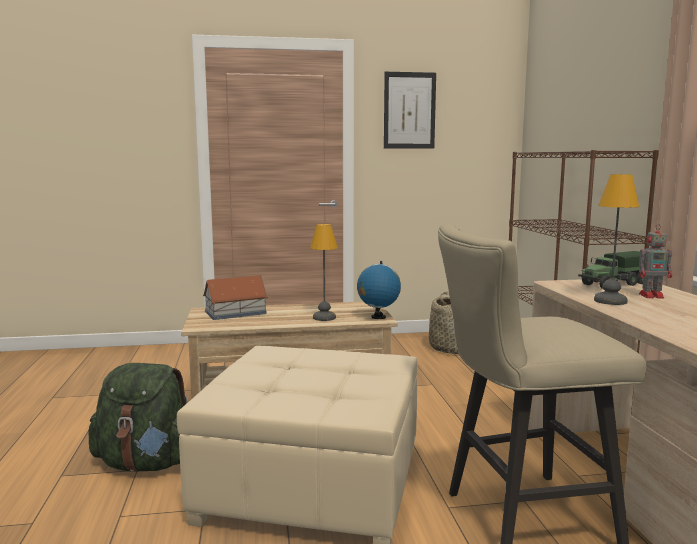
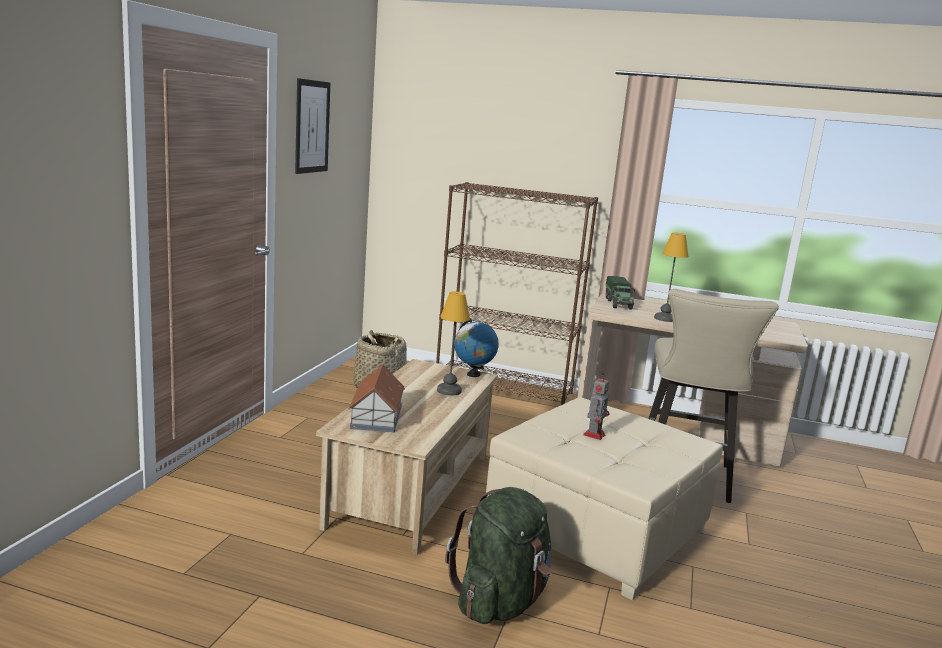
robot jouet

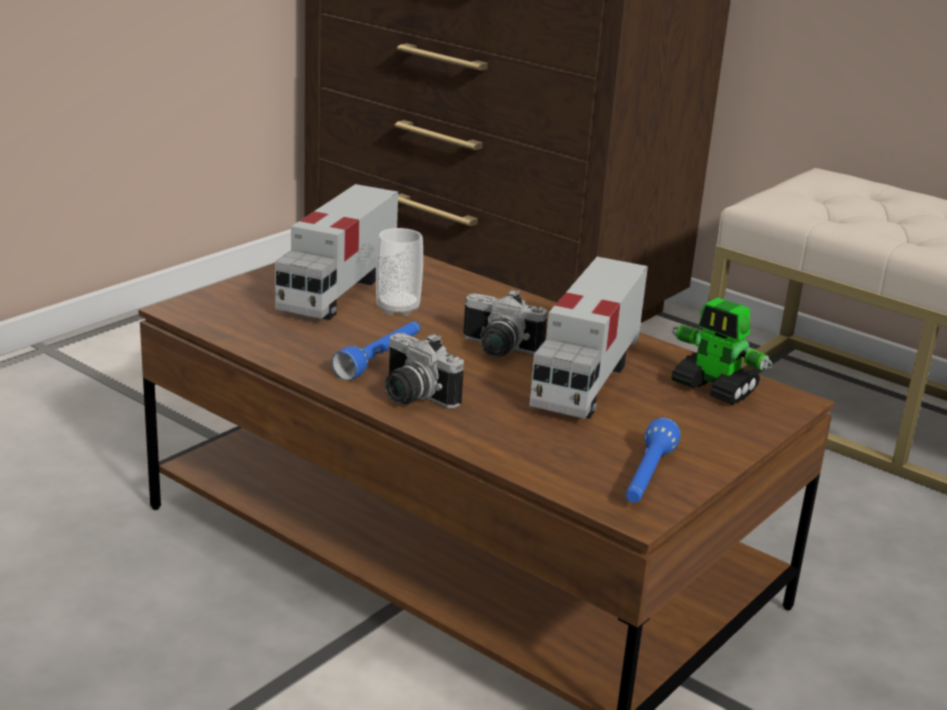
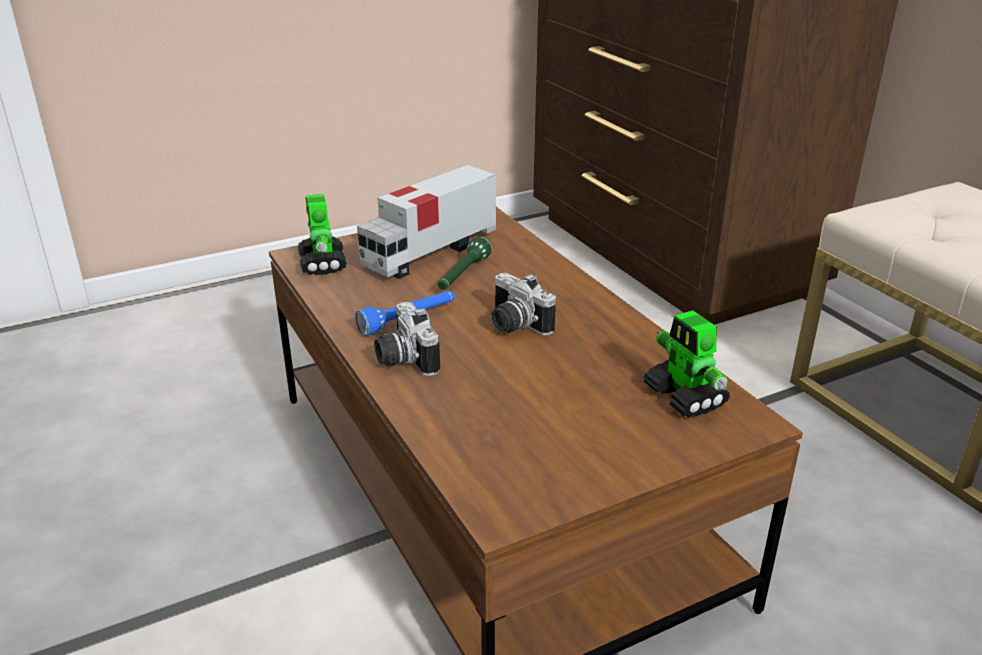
lampe de poche (vert)
camion jouet (2nd from left in the first image)
lampe de poche (bleu) (2nd from left in the first image)
robot jouet (1st from left)

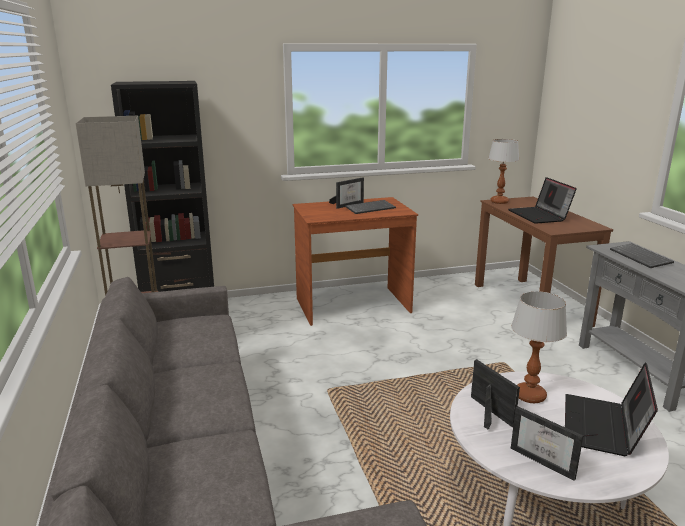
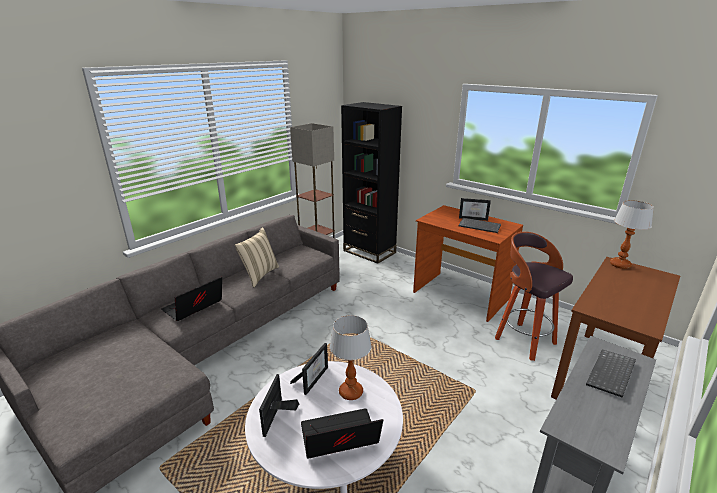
ordinateur portable (1st from left)
coussin (beige)
tabouret

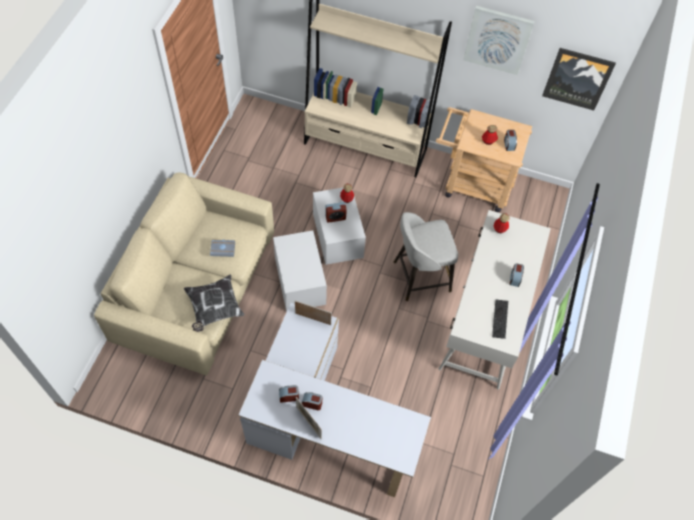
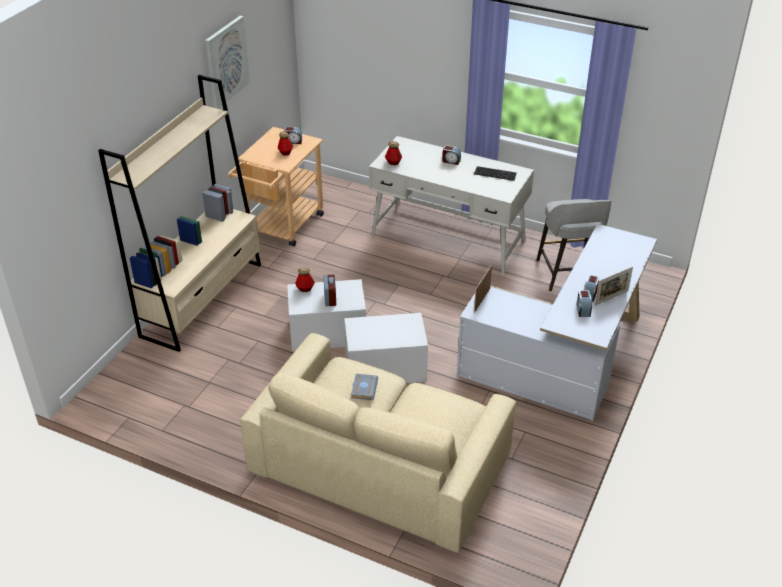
coussin
tabouret (gris)
tableau (2nd from left in the first image)

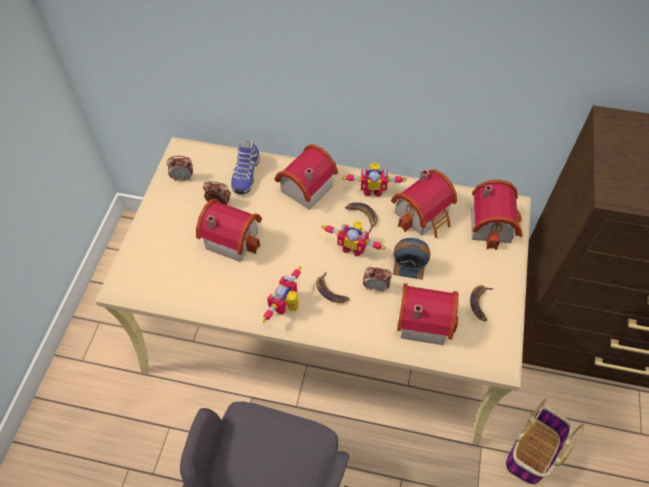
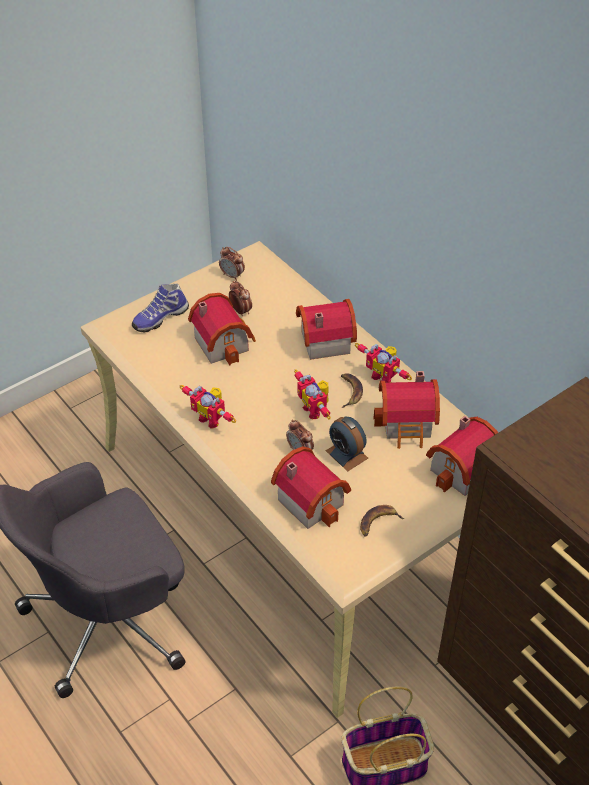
chaussure
robot jouet (1st from left)
banane (1st from left in the first image)

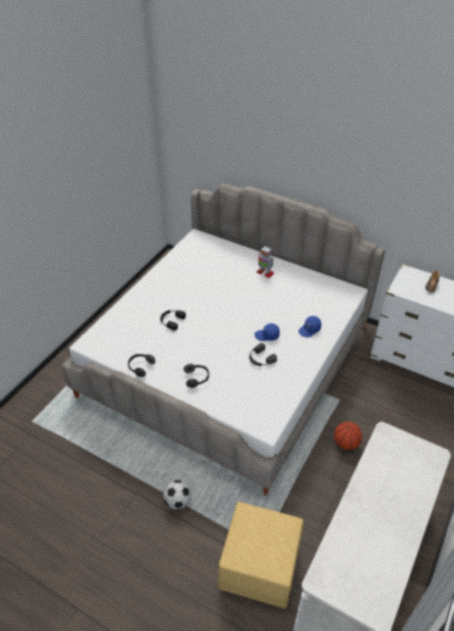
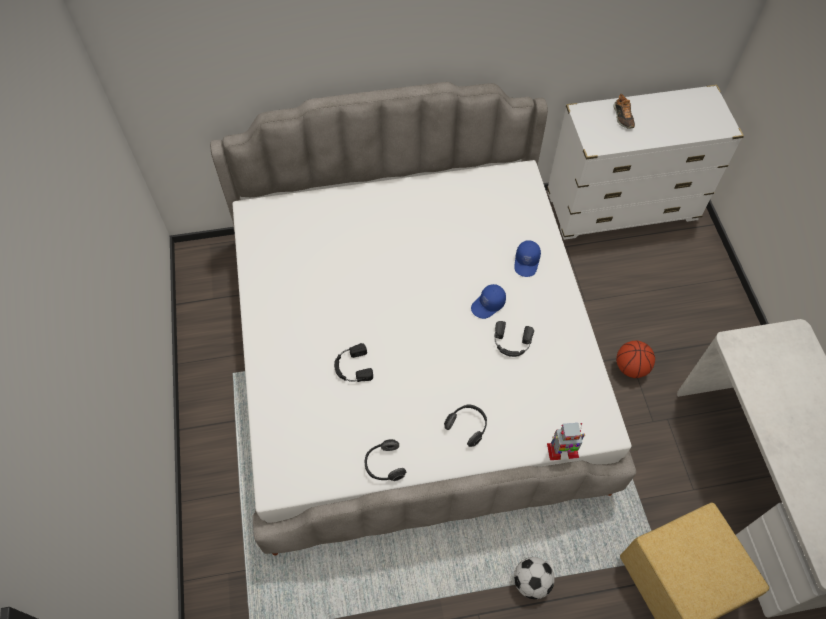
robot jouet

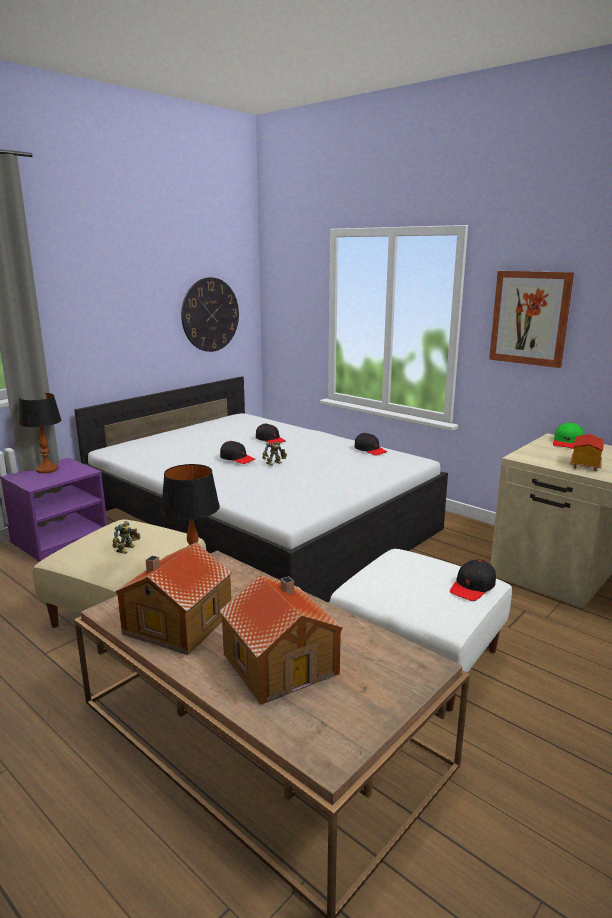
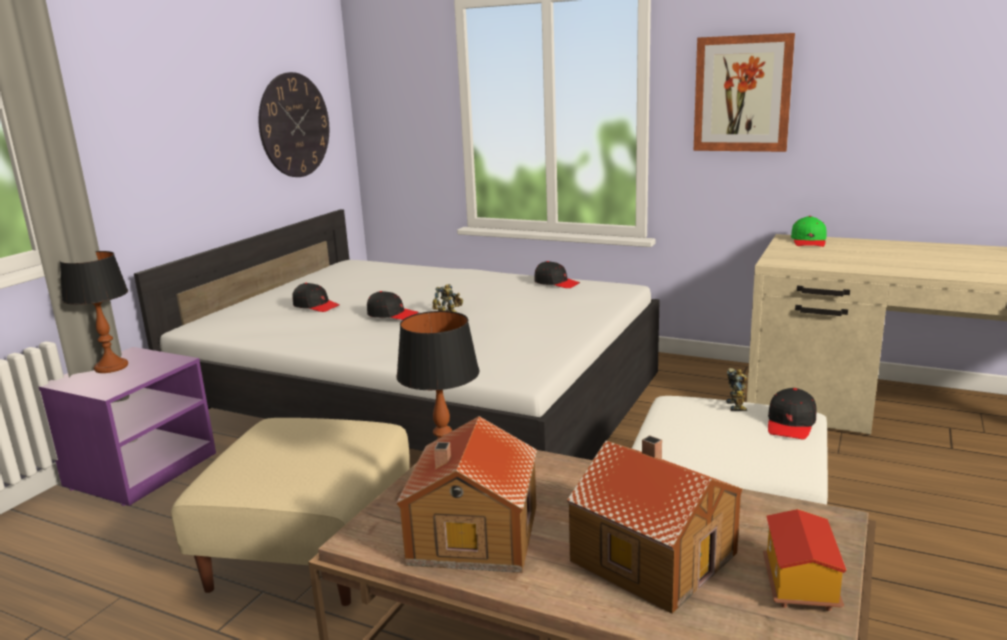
robot jouet (2nd from left)
casquette (noir) (1st from left)
maison miniature (3rd from left)

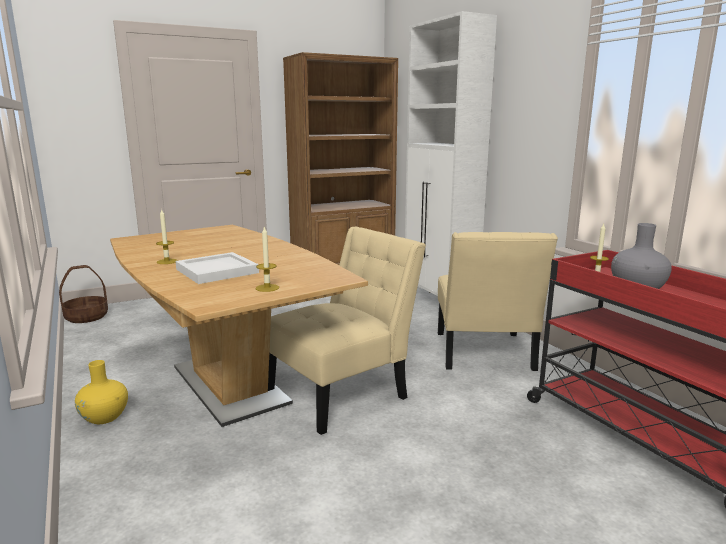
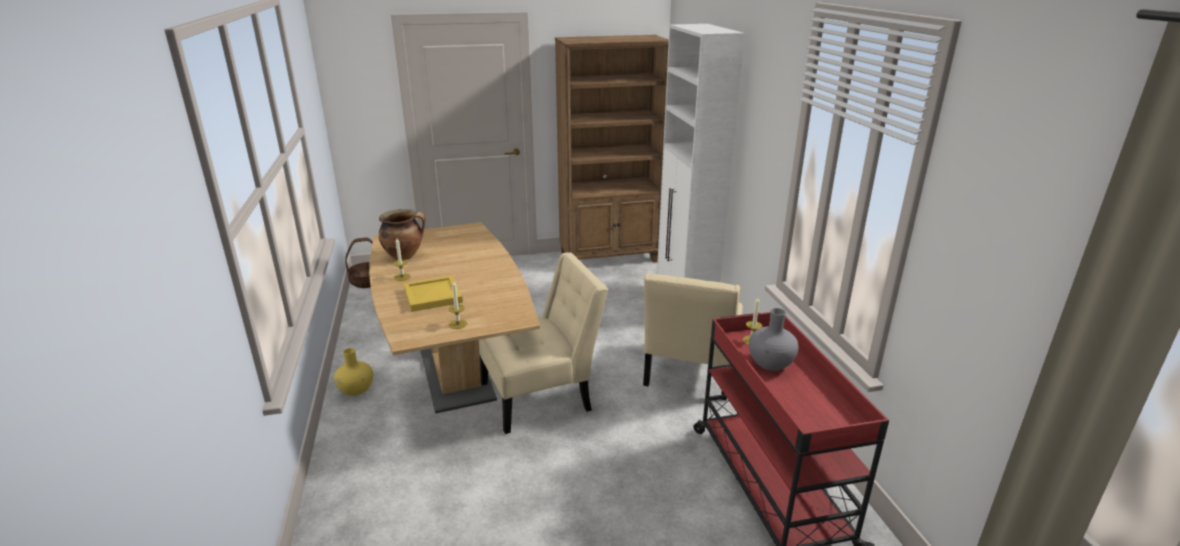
plateau (jaune)
marmite

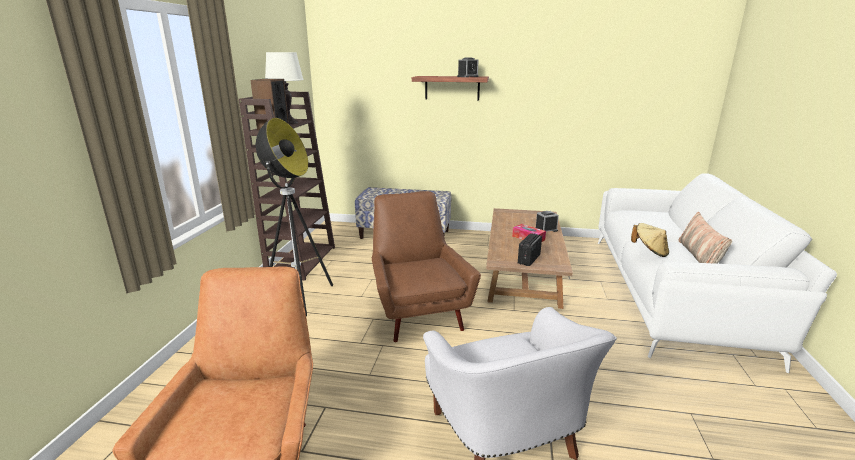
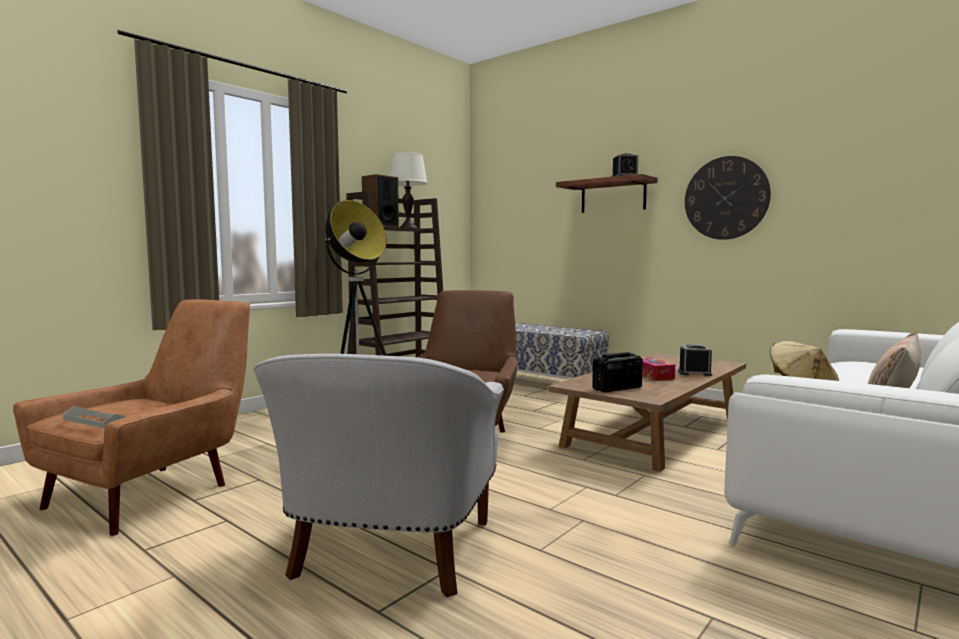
plateau (gris)
horloge murale

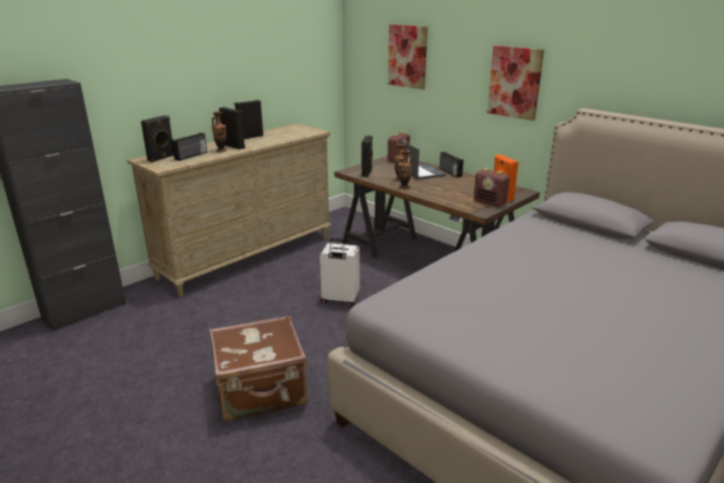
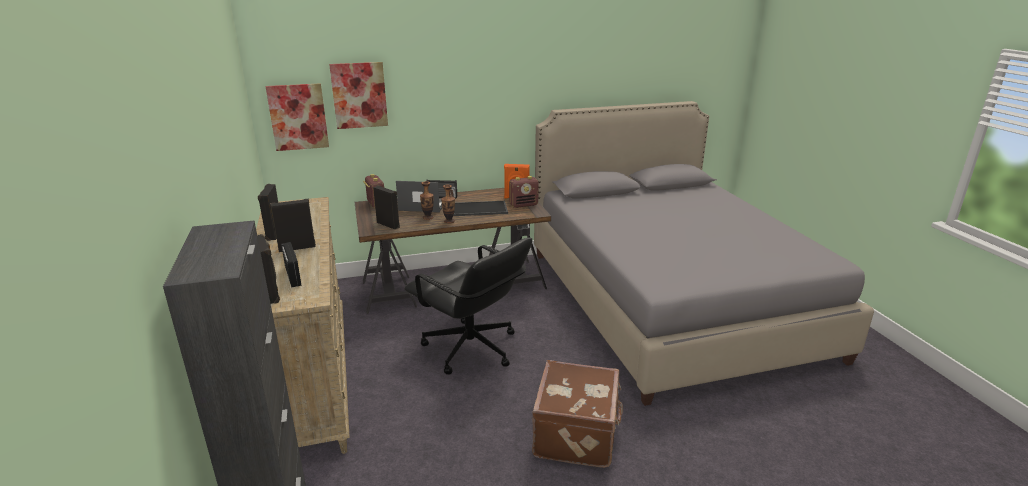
vase (1st from left in the first image)
chaise de bureau (noir)
tableau (1st from left)
plateau

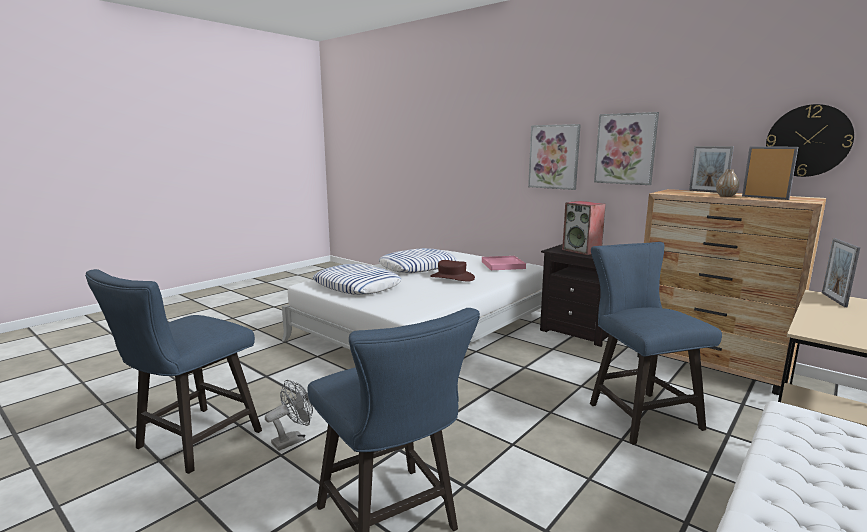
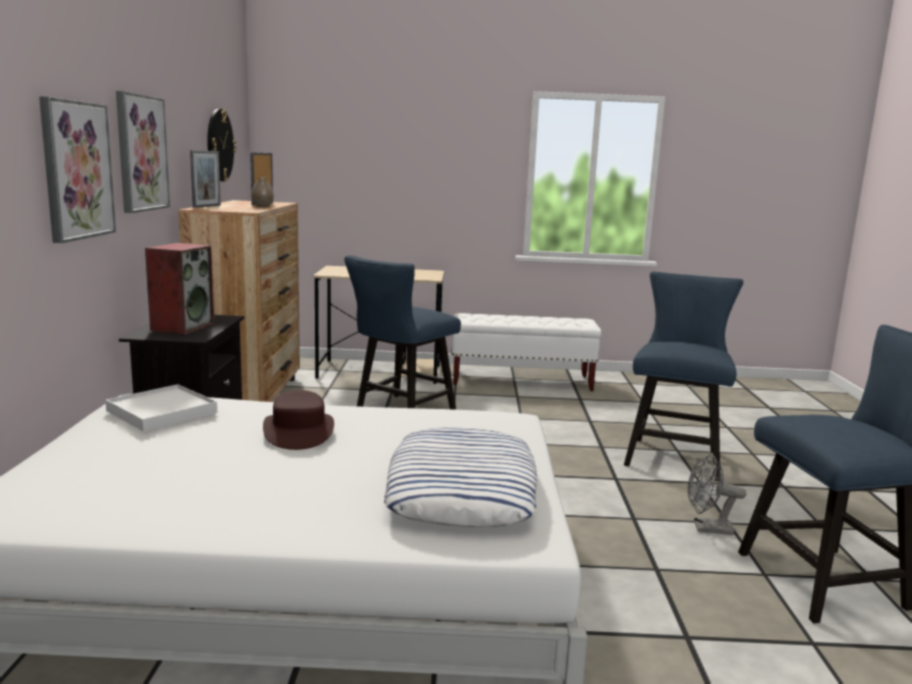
coussin (2nd from left in the first image)
plateau (blanc)
cadre photo (3rd from left in the first image)

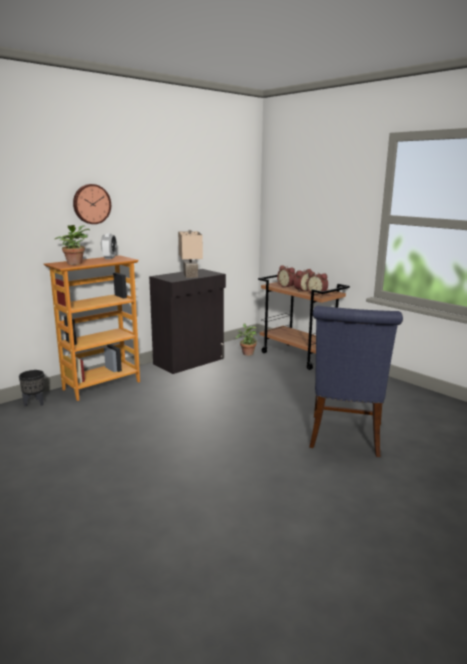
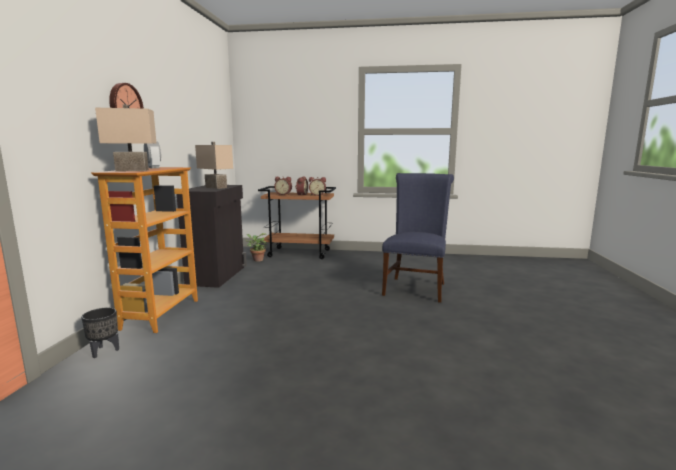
lampe de table (beige) (1st from left)
chaise (bleu)

